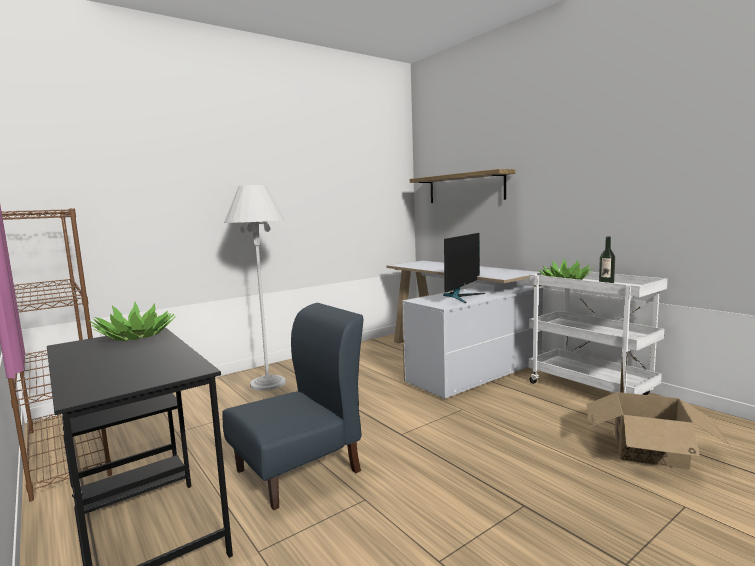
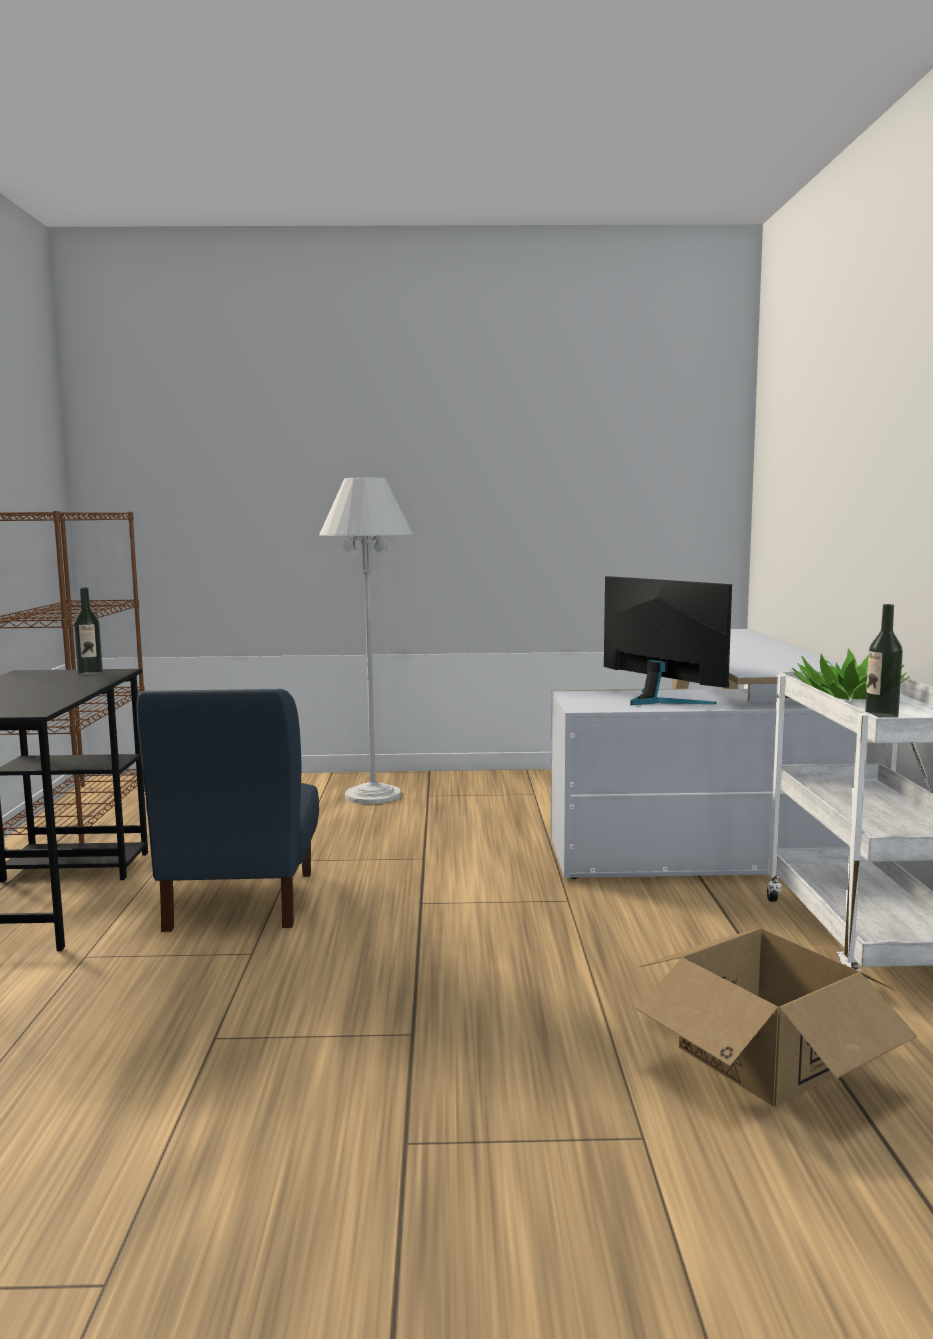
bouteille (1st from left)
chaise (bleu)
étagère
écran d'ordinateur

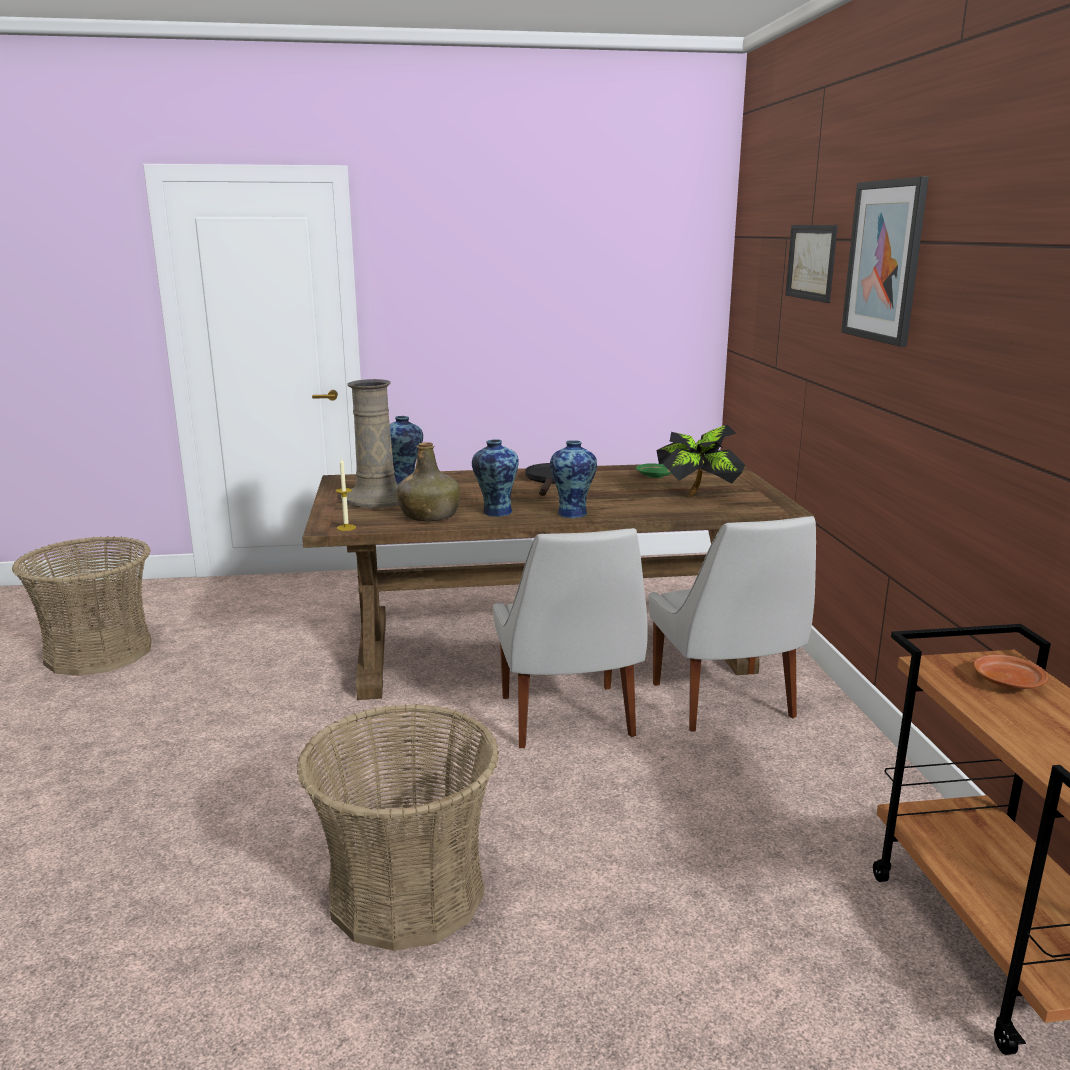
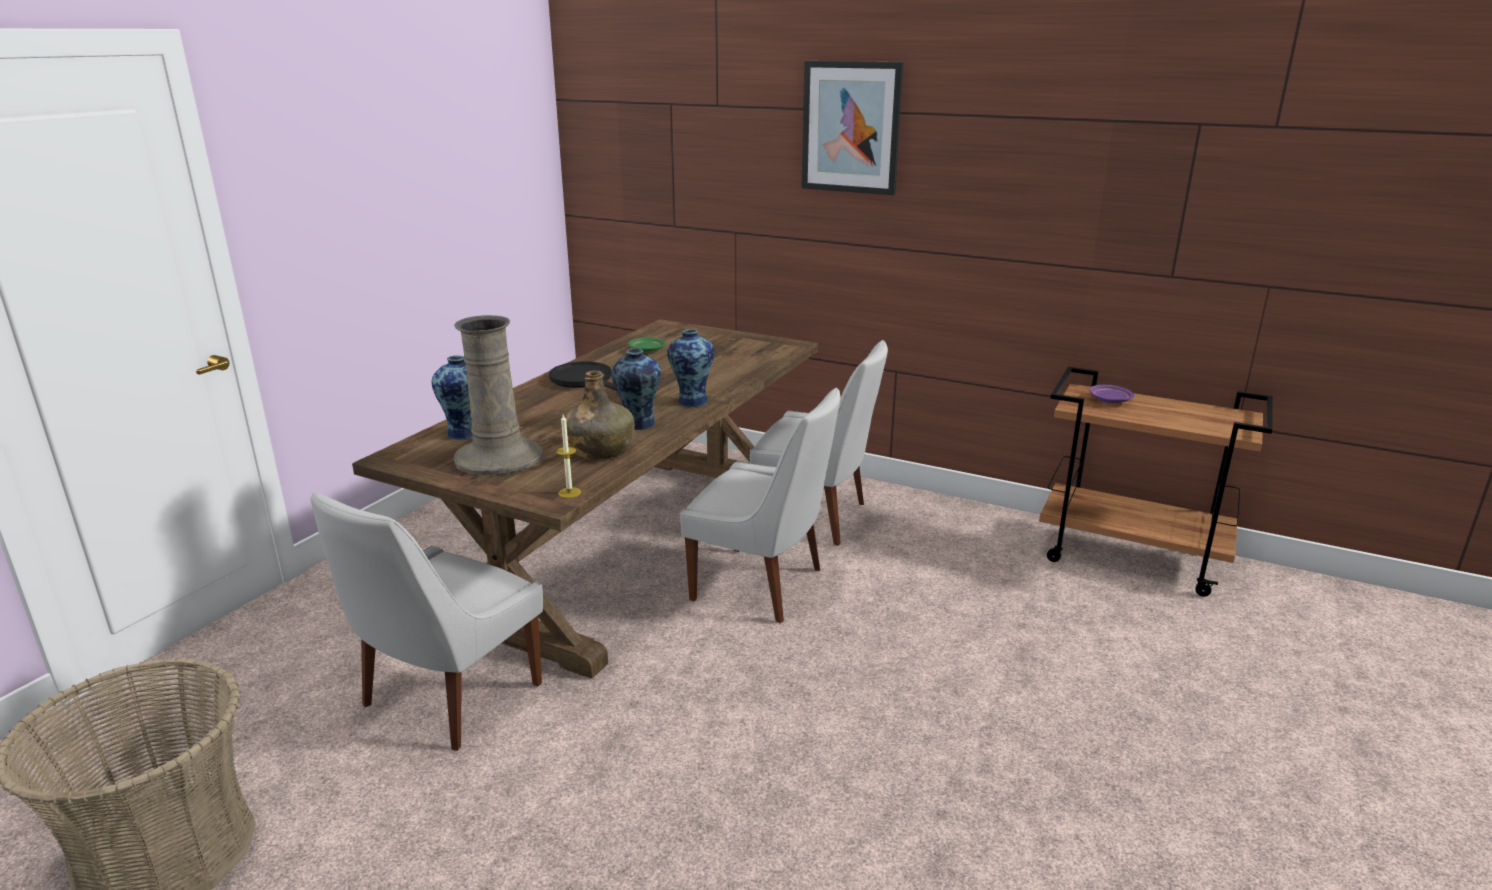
panier (2nd from left in the first image)
plante en pot
tableau (1st from left in the first image)
assiette (violet)
chaise (blanc) (1st from left)

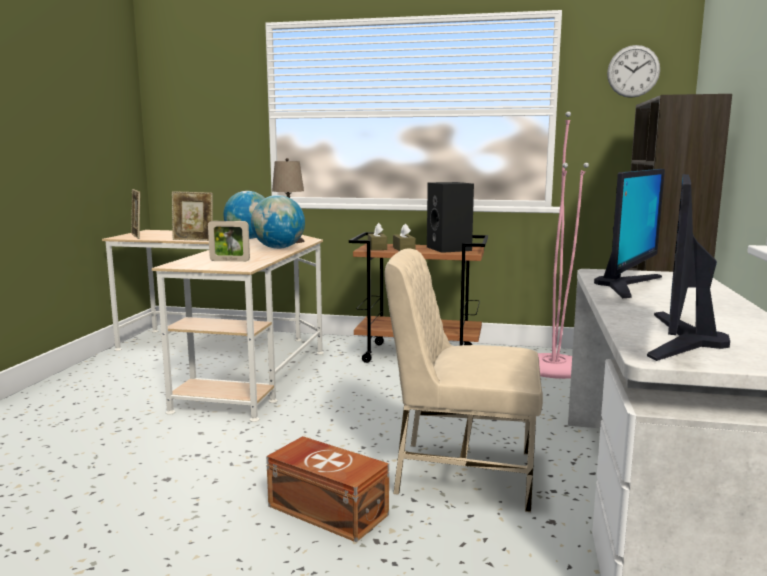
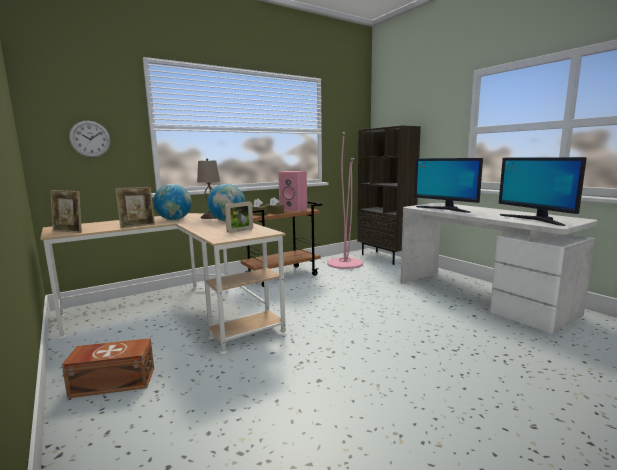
boîte de rangement (marron)
chaise (beige)
enceinte (rose)
écran d'ordinateur (1st from left)
horloge murale

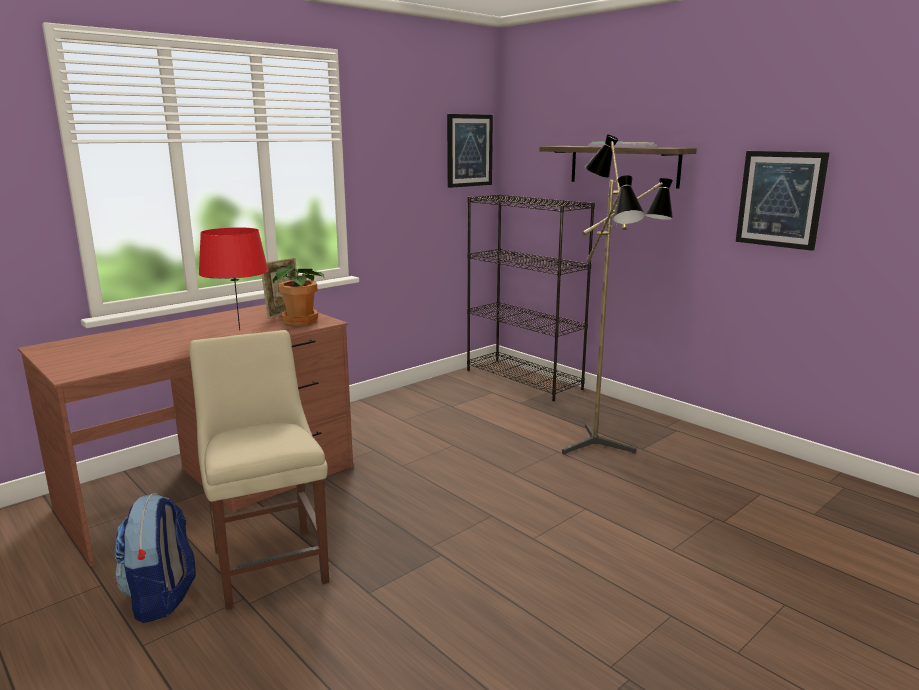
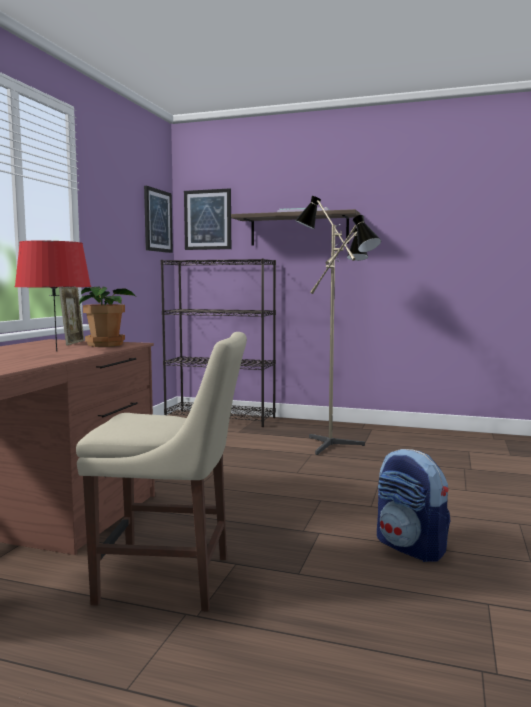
sac à dos
chaise (beige)
tableau (2nd from left)

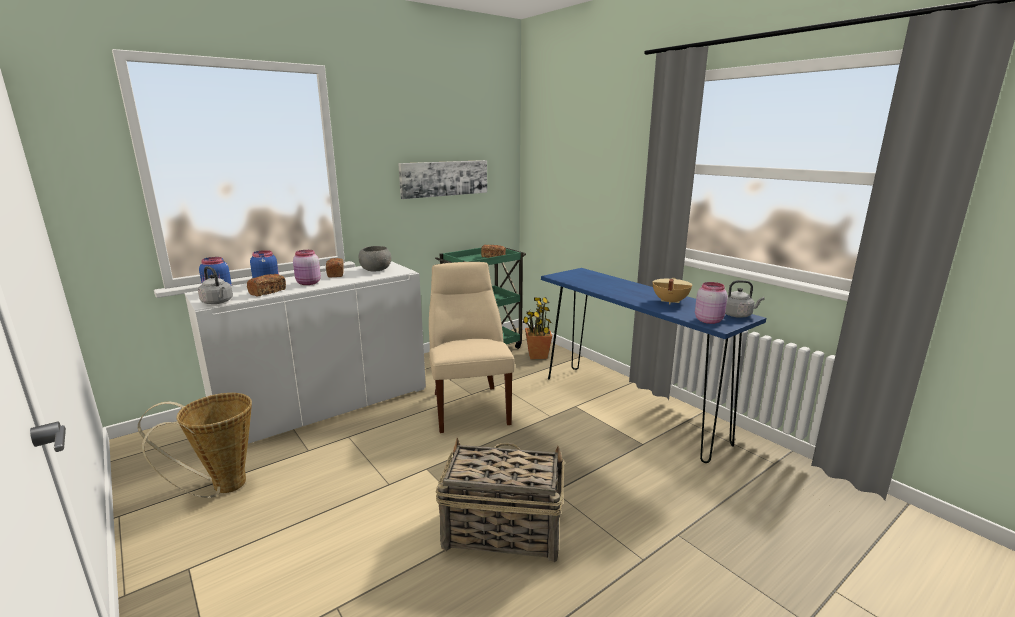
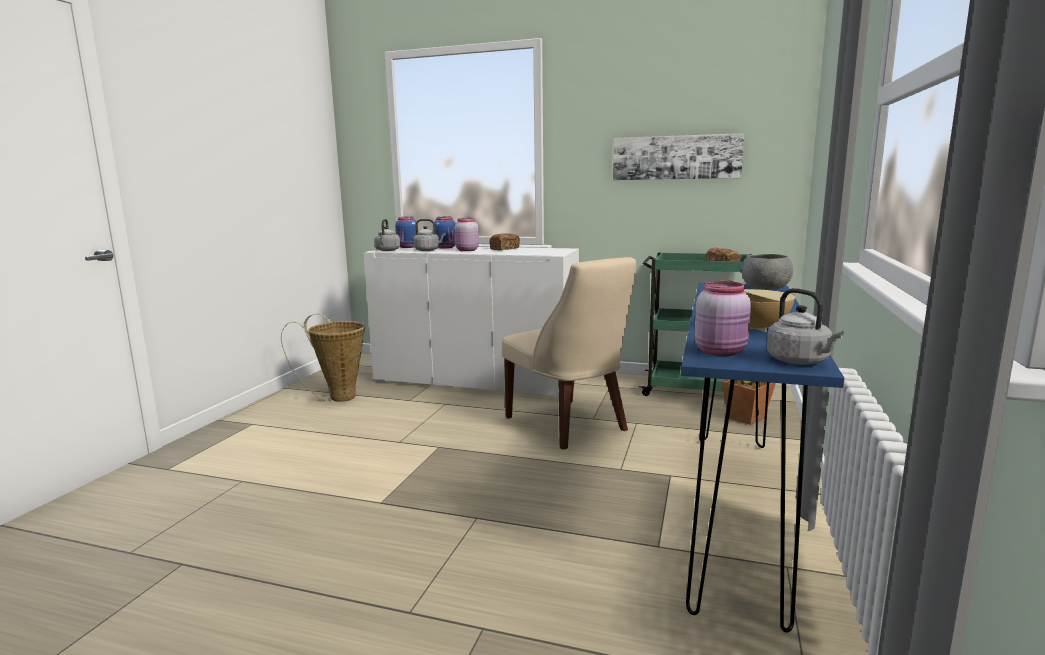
bouilloire (gris) (2nd from left)
bol (gris)
chaise (beige)
panier (2nd from left in the first image)

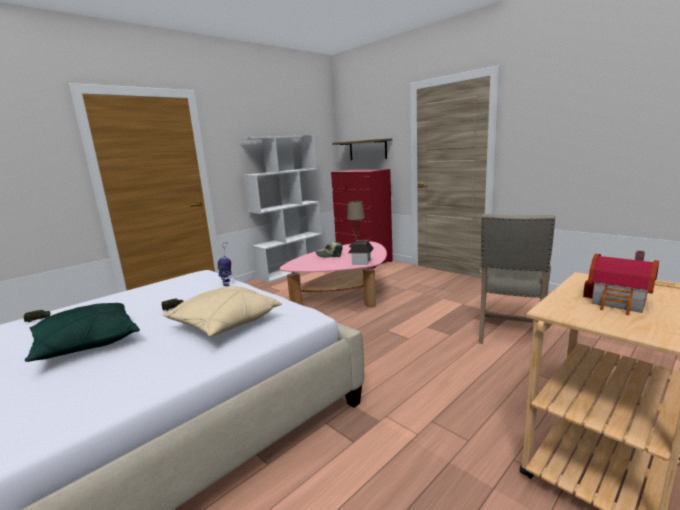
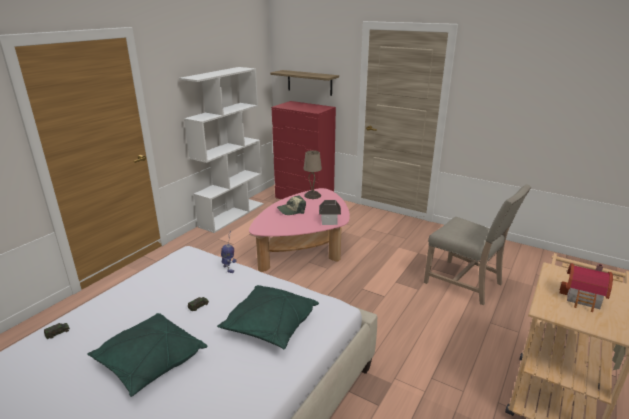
coussin (vert) (2nd from left)
chaise (beige)

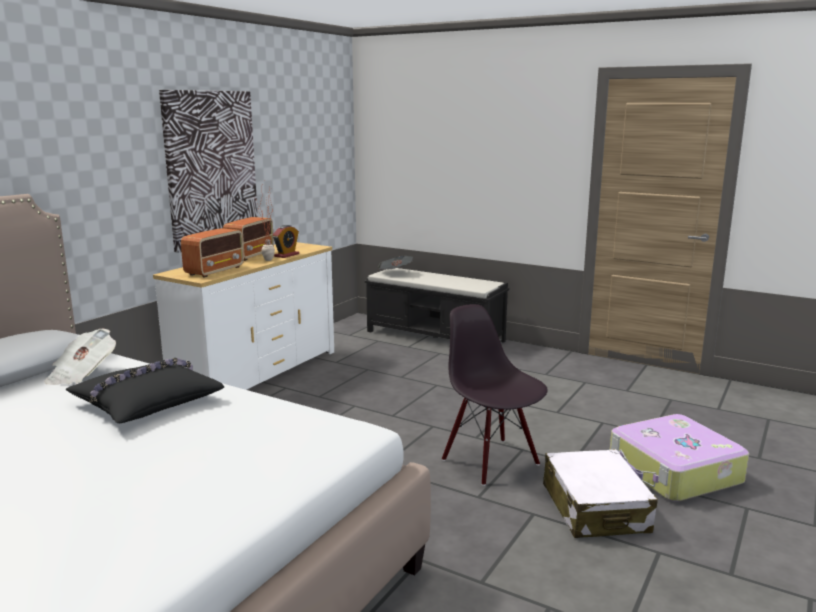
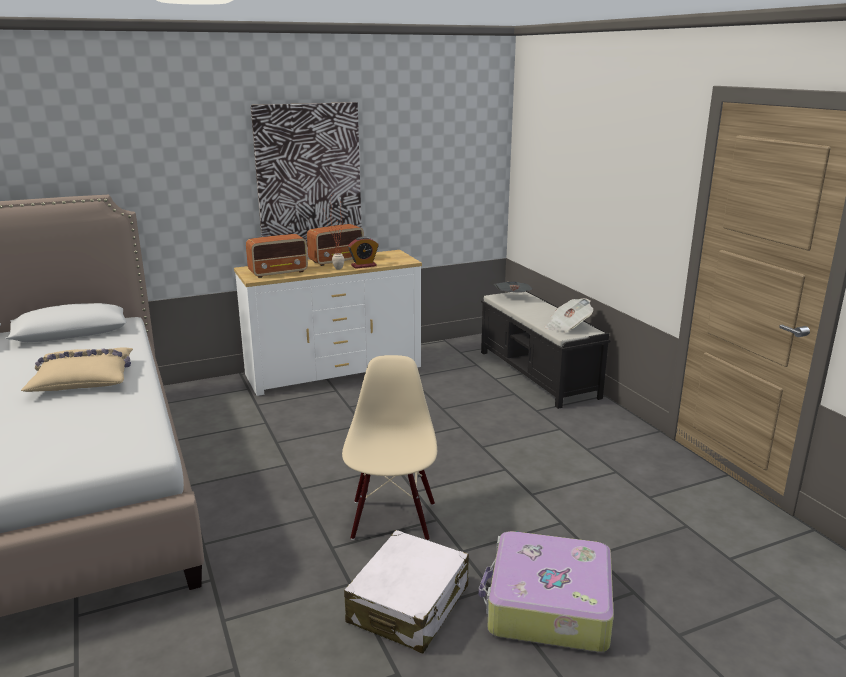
journal (2nd from left)
coussin (beige)
chaise (beige)

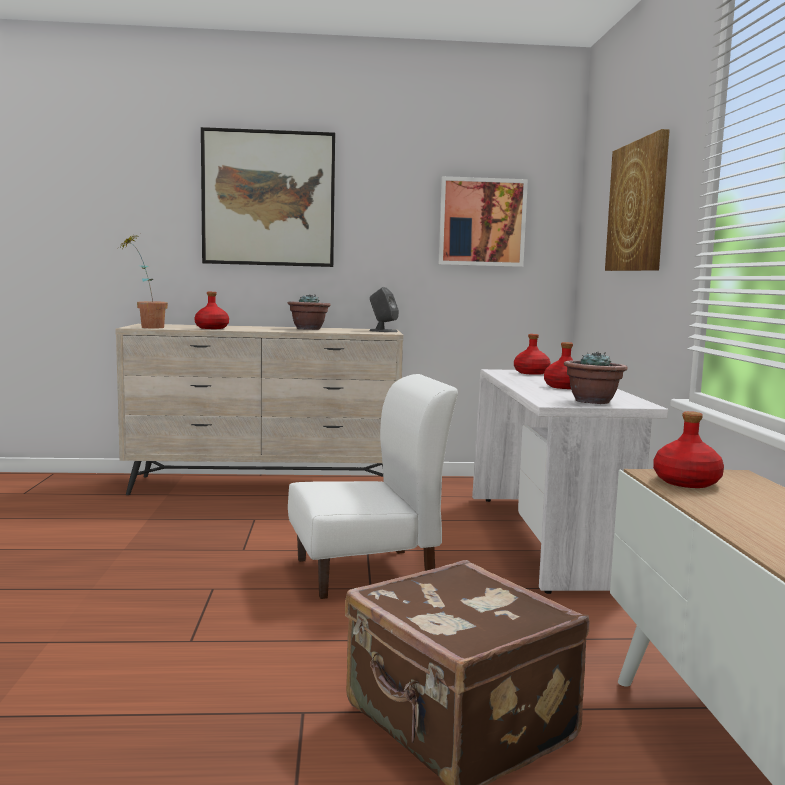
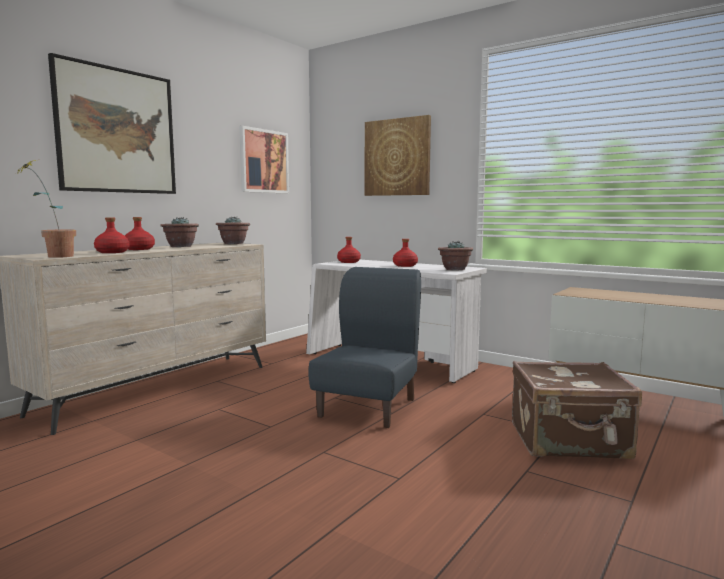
chaise (bleu)
plante en pot (3rd from left)
bouteille (rouge) (2nd from left)

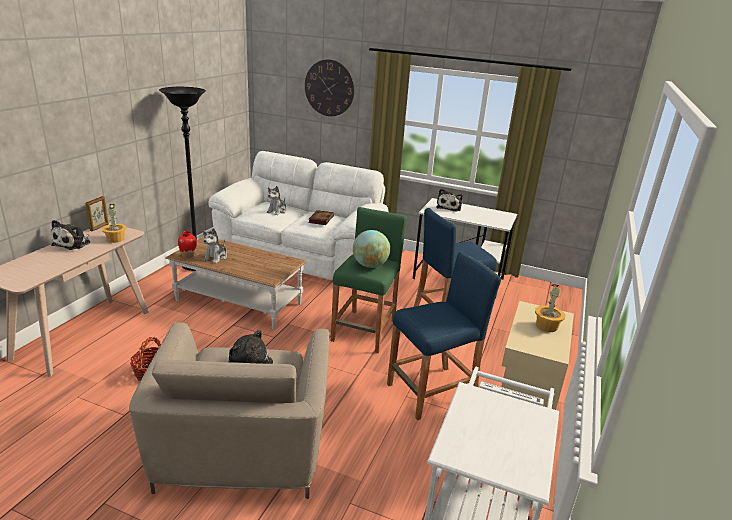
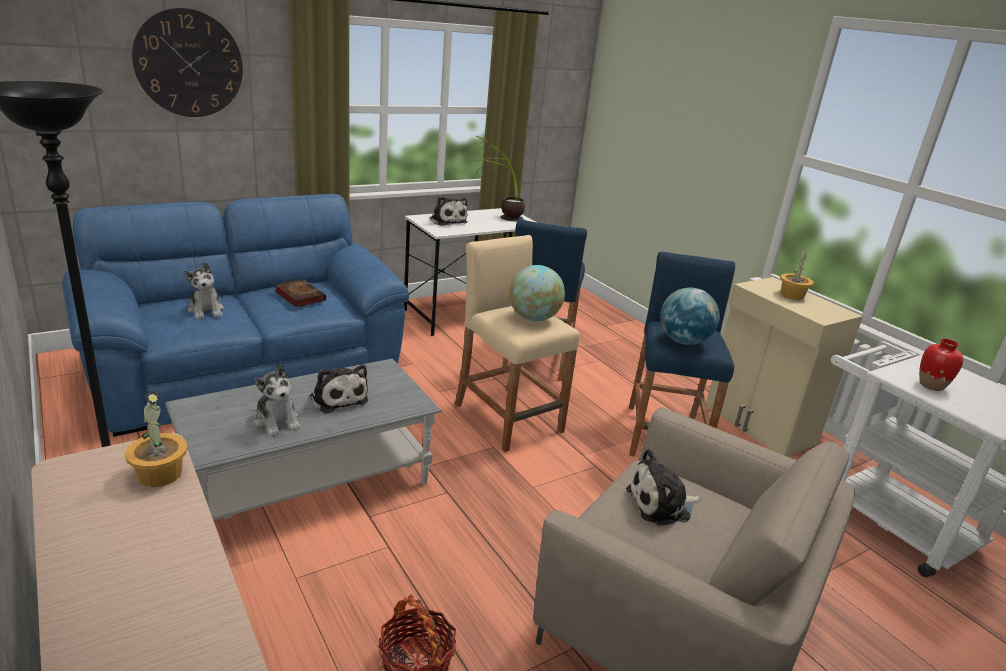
peluche (3rd from left)
cadre photo
table basse (gris)
vase (rouge)
canapé (bleu)
tabouret (beige)
plante en pot (2nd from left)
globe (2nd from left)

